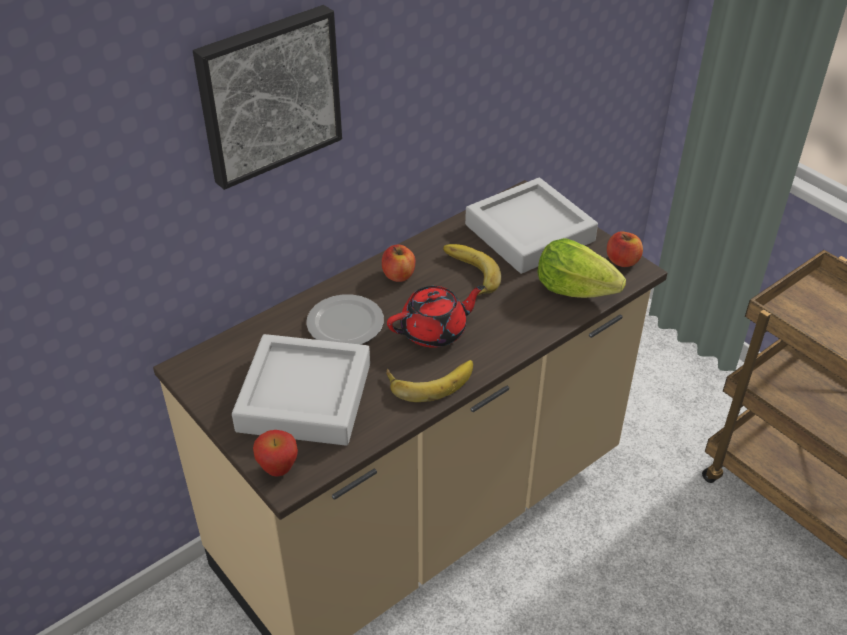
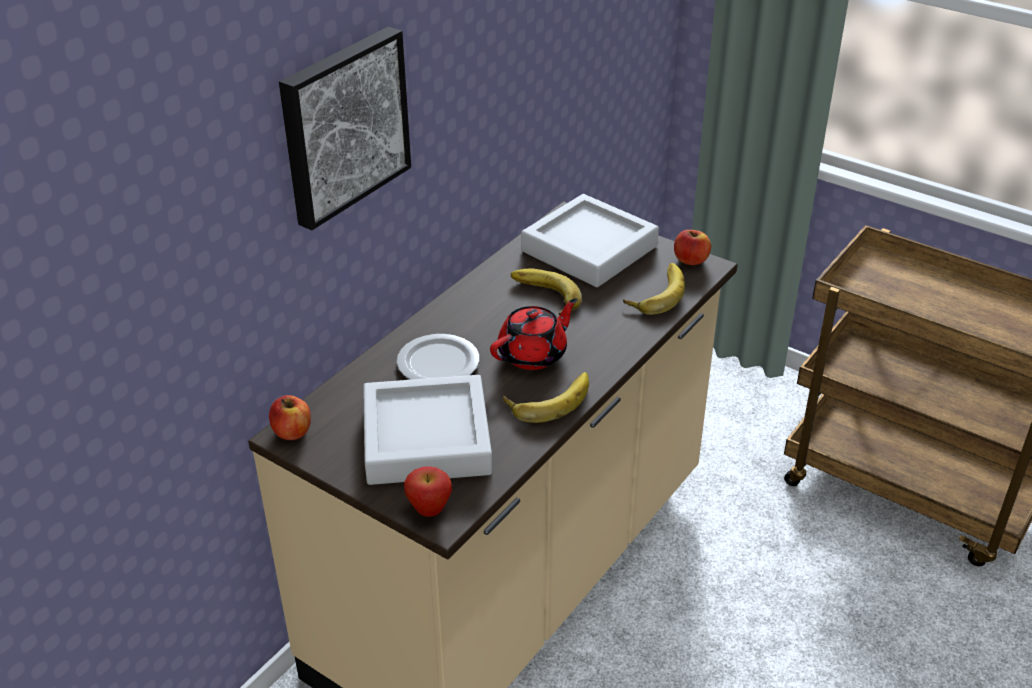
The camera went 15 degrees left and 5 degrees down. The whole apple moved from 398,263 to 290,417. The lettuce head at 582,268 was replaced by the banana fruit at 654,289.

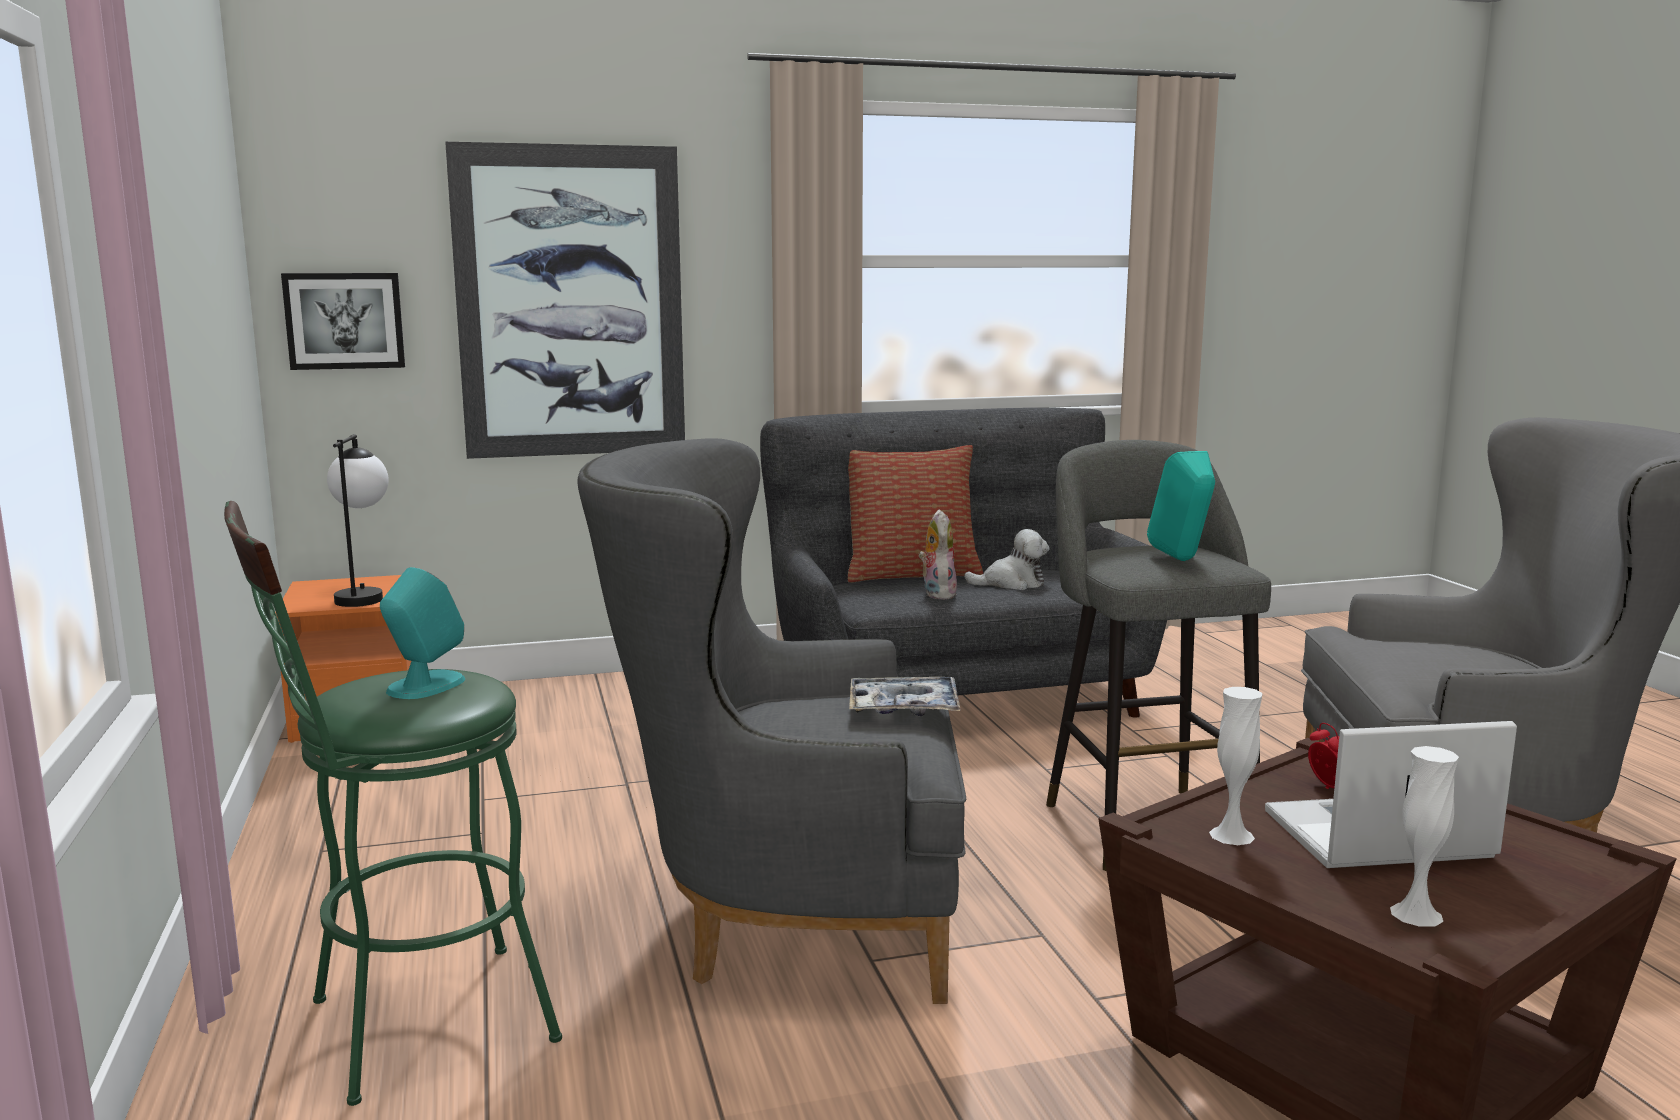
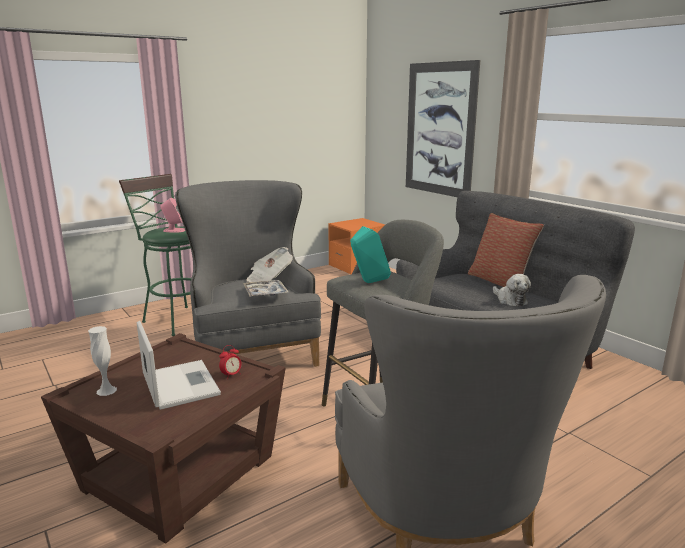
The camera went 70 degrees right and 5 degrees up. The wall picture at 343,321 disappeared. The lamp for a table at 358,520 disappeared. The cuddly toy at 938,554 disappeared. The whitish flower vase at 1236,766 disappeared. The newspaper at 270,264 appeared. The turquoise-coloured audio speaker at 422,633 became the pinkish audio speaker at 172,215.

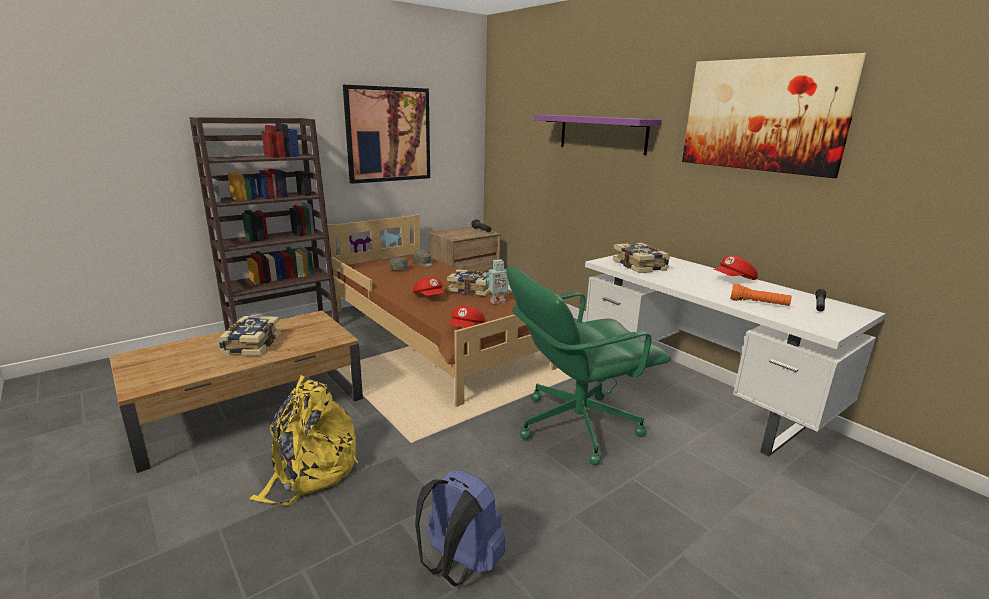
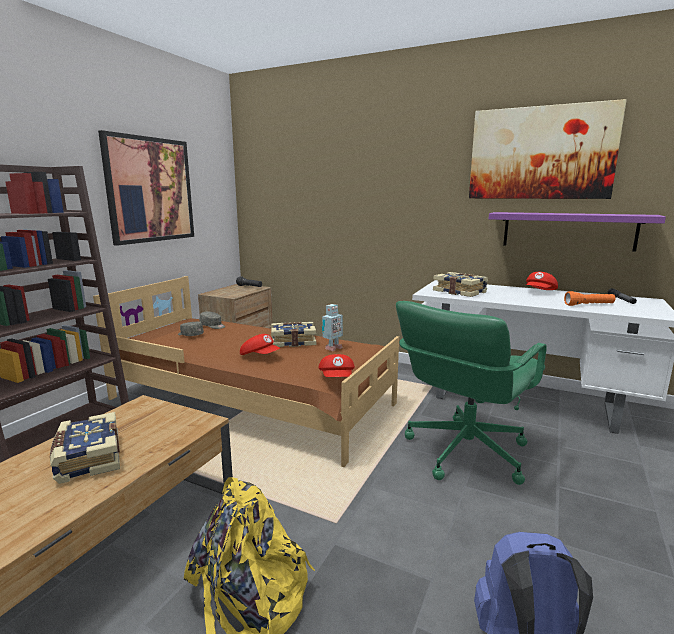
The camera went 25 degrees left and 5 degrees down. The purple-coloured shelf moved from 598,135 to 577,232.

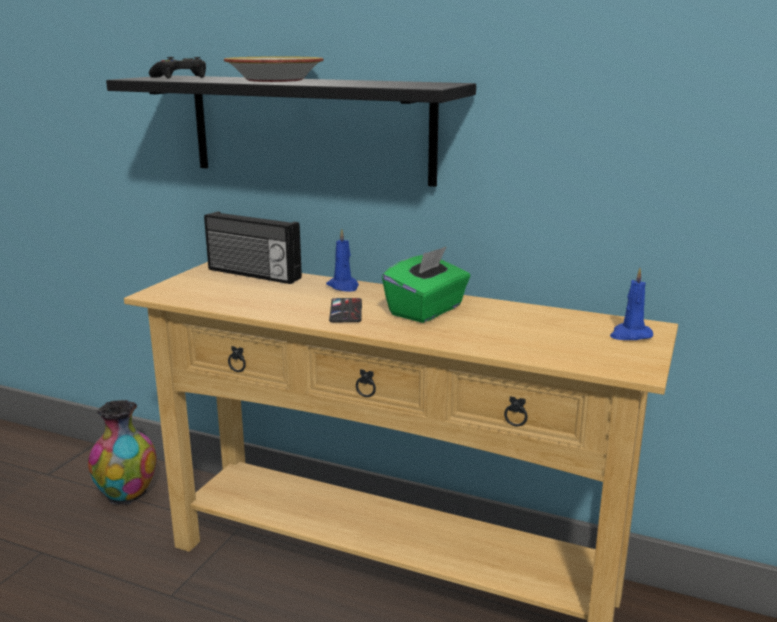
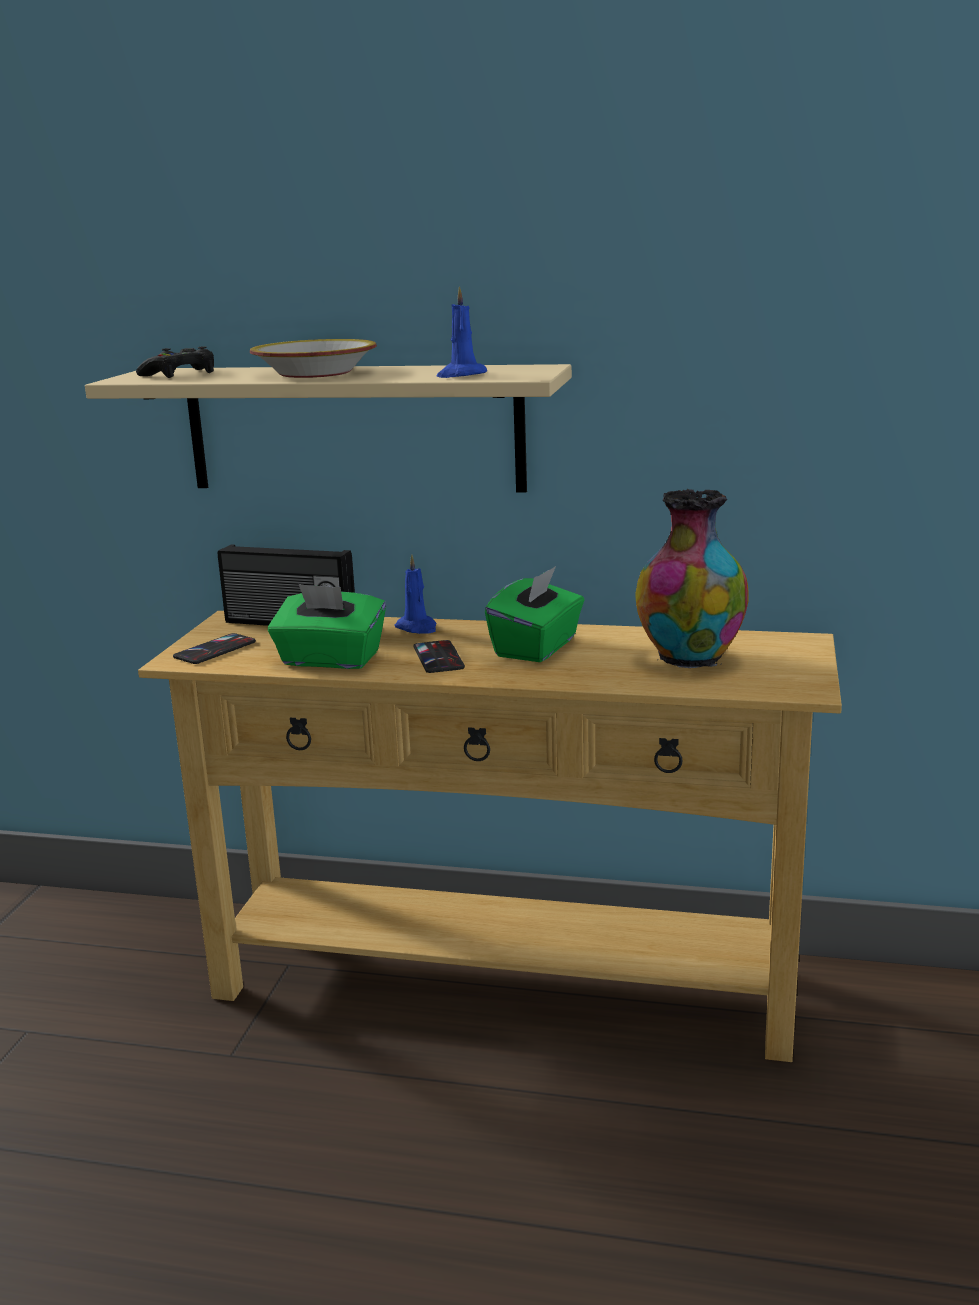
The camera went 10 degrees left and 0 degrees up. The phone at 214,648 appeared. The green tissue holder at 327,626 appeared. The flower vase moved from 122,452 to 692,578. The blue-coloured wax light moved from 631,304 to 462,332. The blackish shelf at 291,131 became the sand-coloured shelf at 328,428.

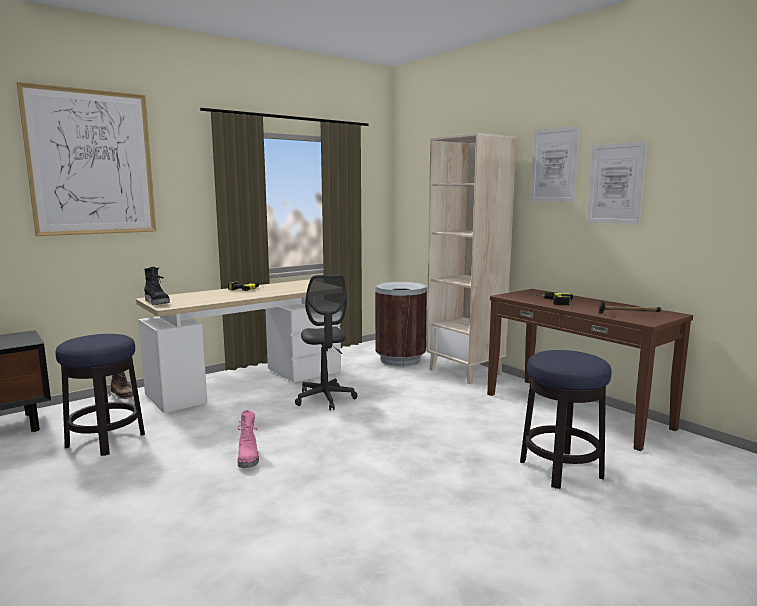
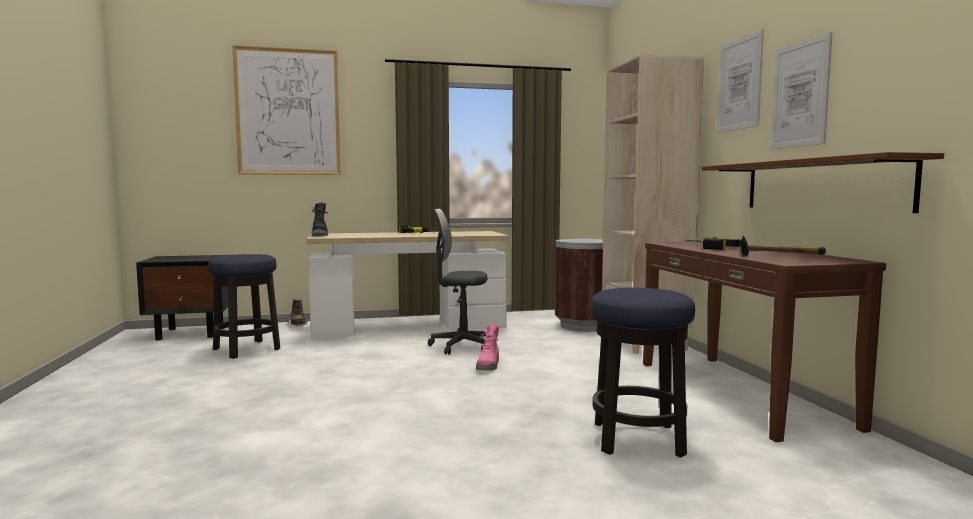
The camera went 25 degrees right and 5 degrees down. The brownish shelf at 823,182 appeared. The pinkish tall boot moved from 248,439 to 487,347. The greyish computer chair at 326,342 turned 90 degrees clockwise.

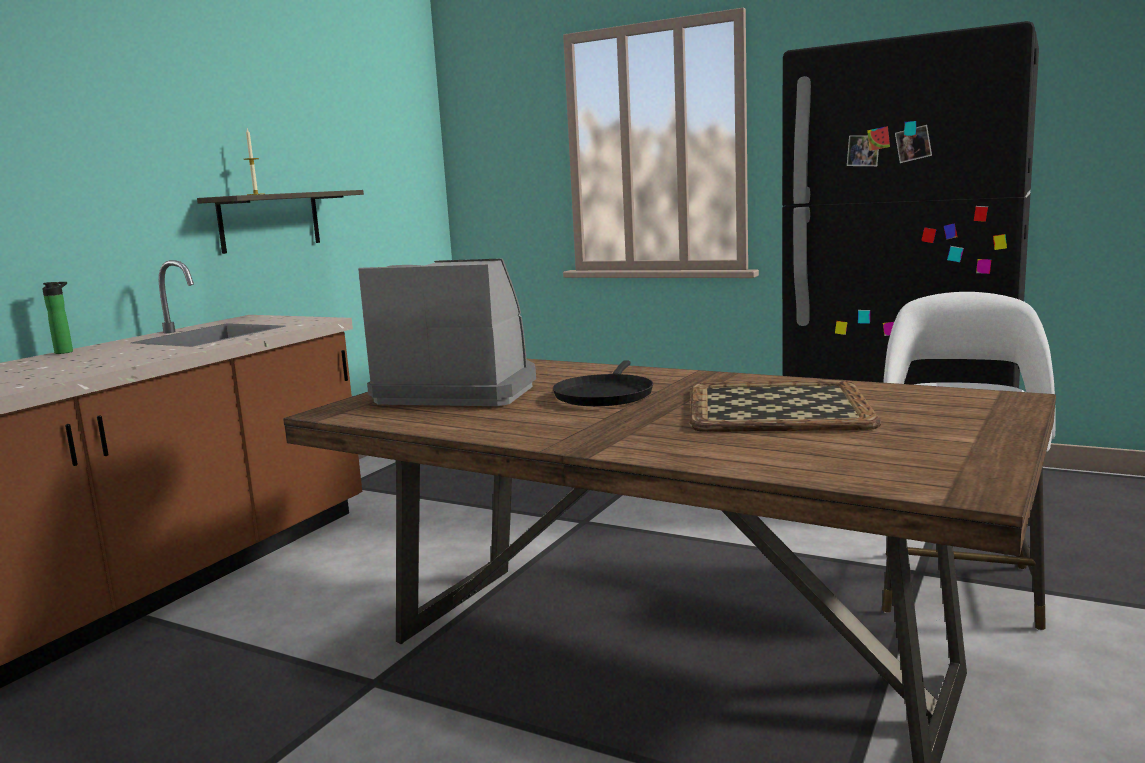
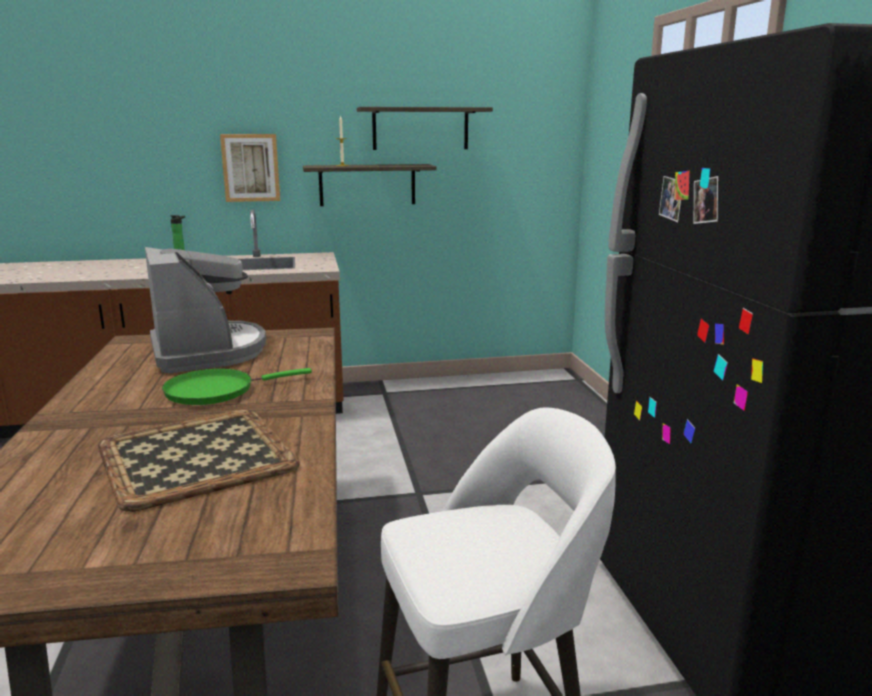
The camera went 50 degrees right and 5 degrees up. The wall picture at 250,168 appeared. The shelf at 425,128 appeared. The blackish pan at 603,383 became the green pan at 237,386.

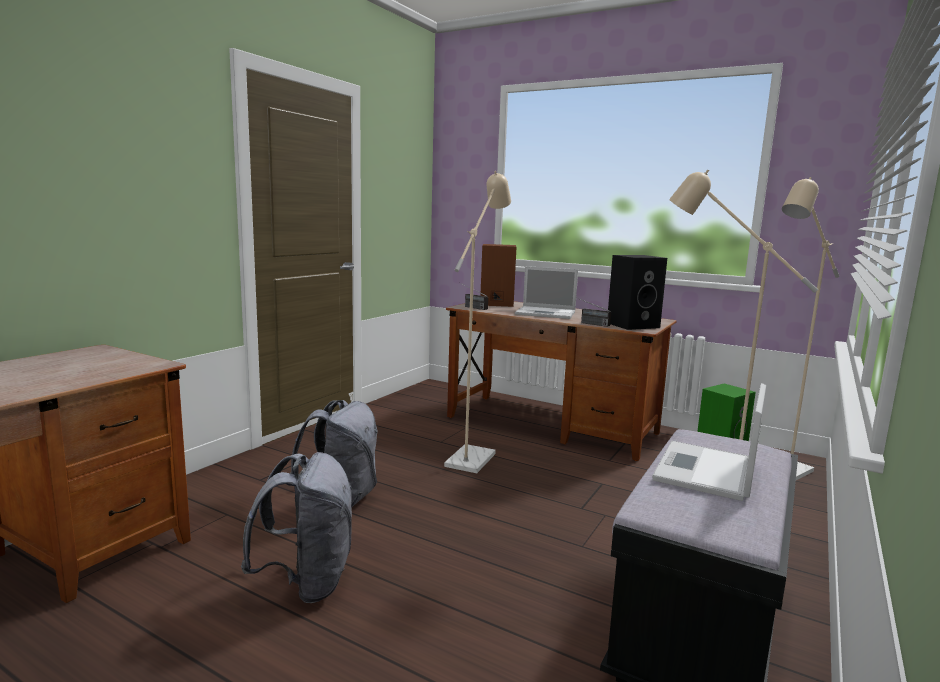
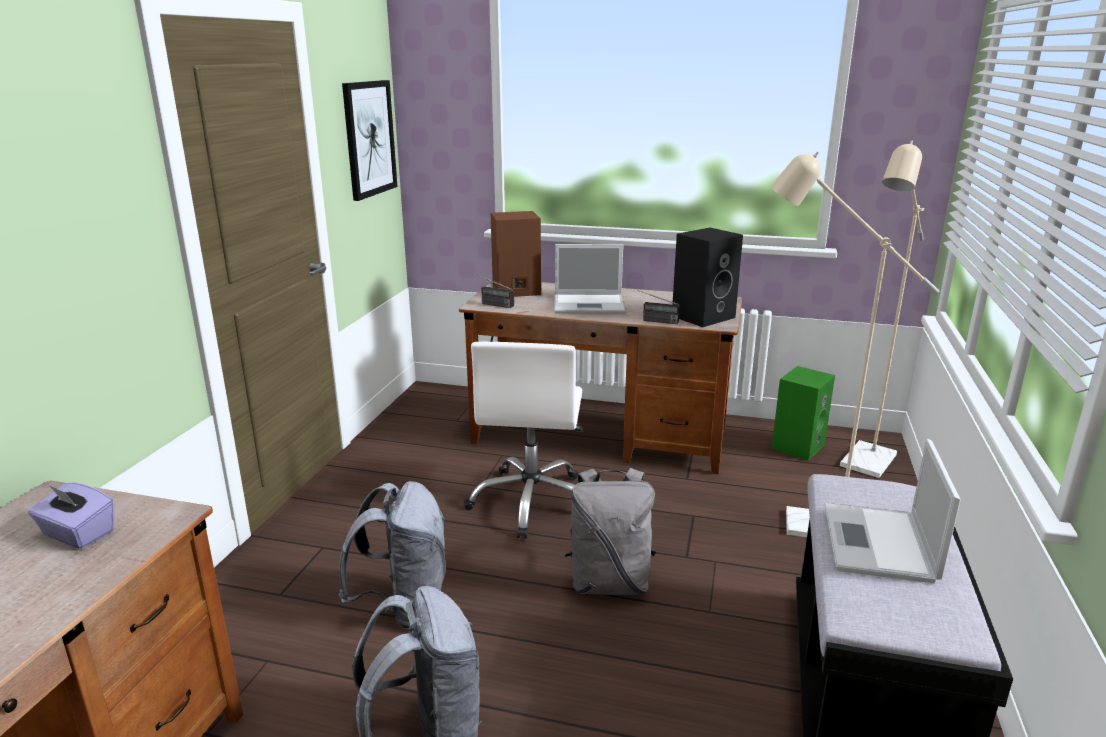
The camera went 15 degrees left and 10 degrees up. The purple-coloured tissue holder at 71,515 appeared. The wall picture at 370,140 appeared. The greyish rucksack at 610,531 appeared. The sand-coloured floor lamp at 477,322 was replaced by the whitish computer chair at 523,440.

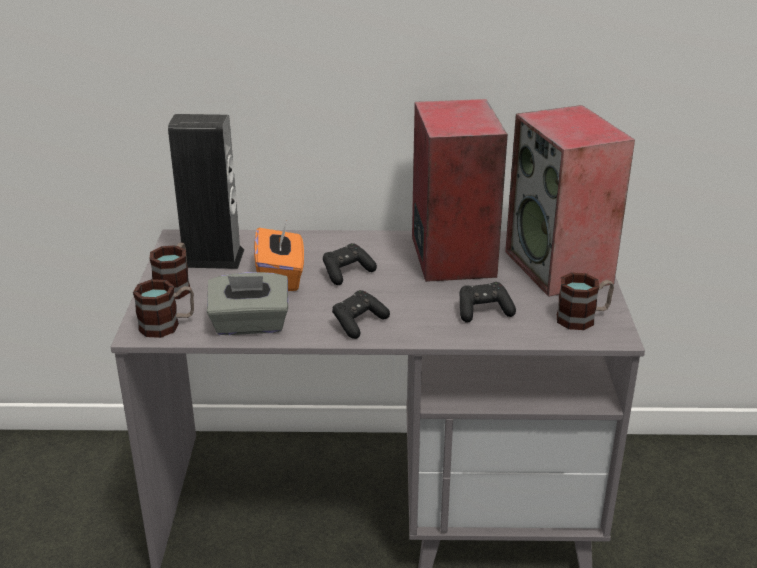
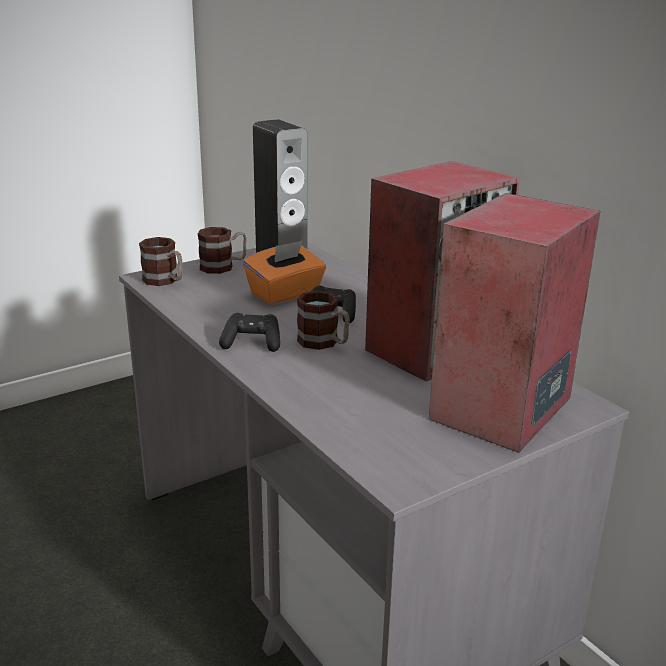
The camera went 55 degrees right and 5 degrees down. The greyish tissue holder at 247,303 disappeared. The blackish joypad at 488,302 disappeared. The tea mug moved from 585,301 to 323,320.

